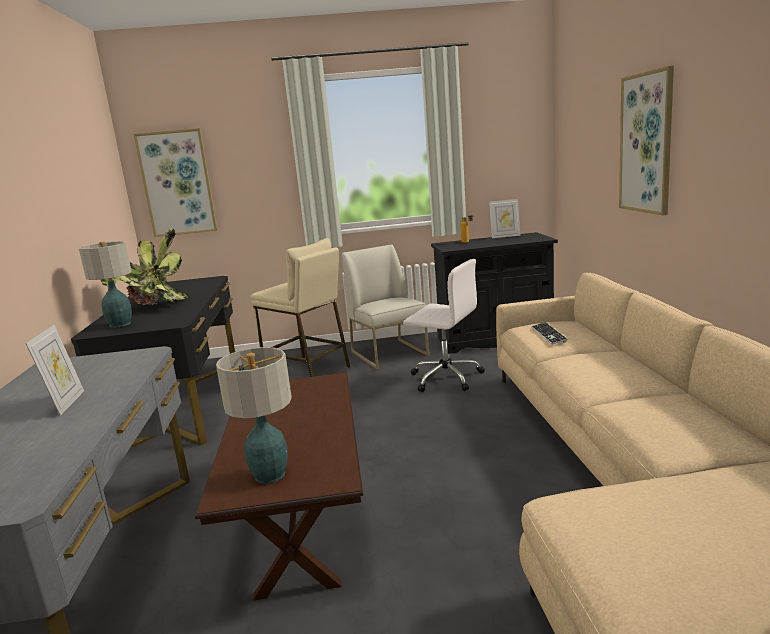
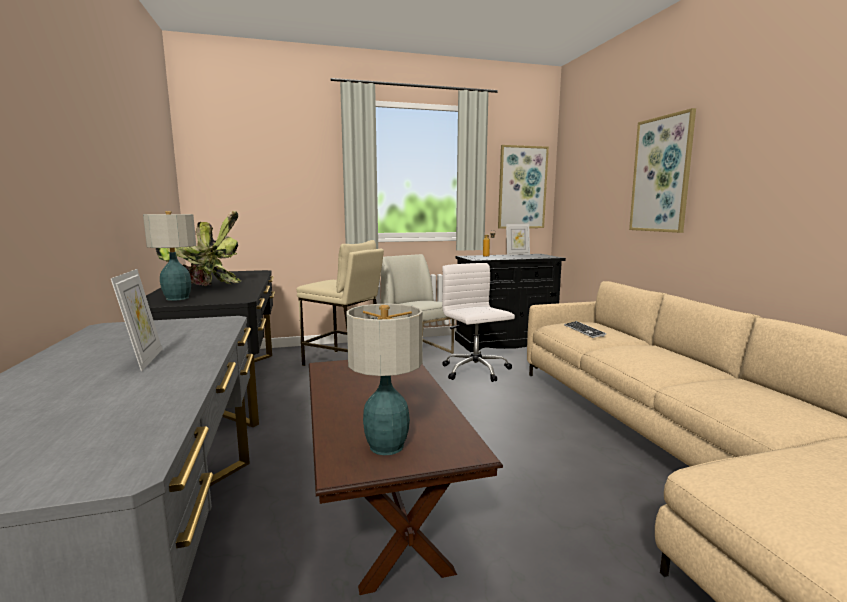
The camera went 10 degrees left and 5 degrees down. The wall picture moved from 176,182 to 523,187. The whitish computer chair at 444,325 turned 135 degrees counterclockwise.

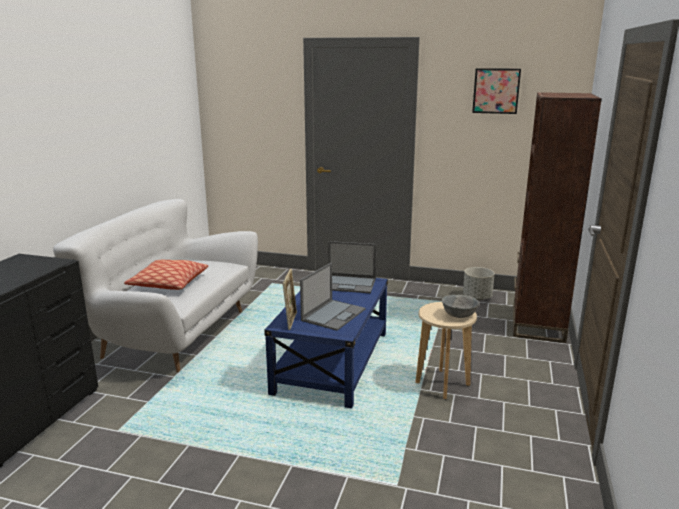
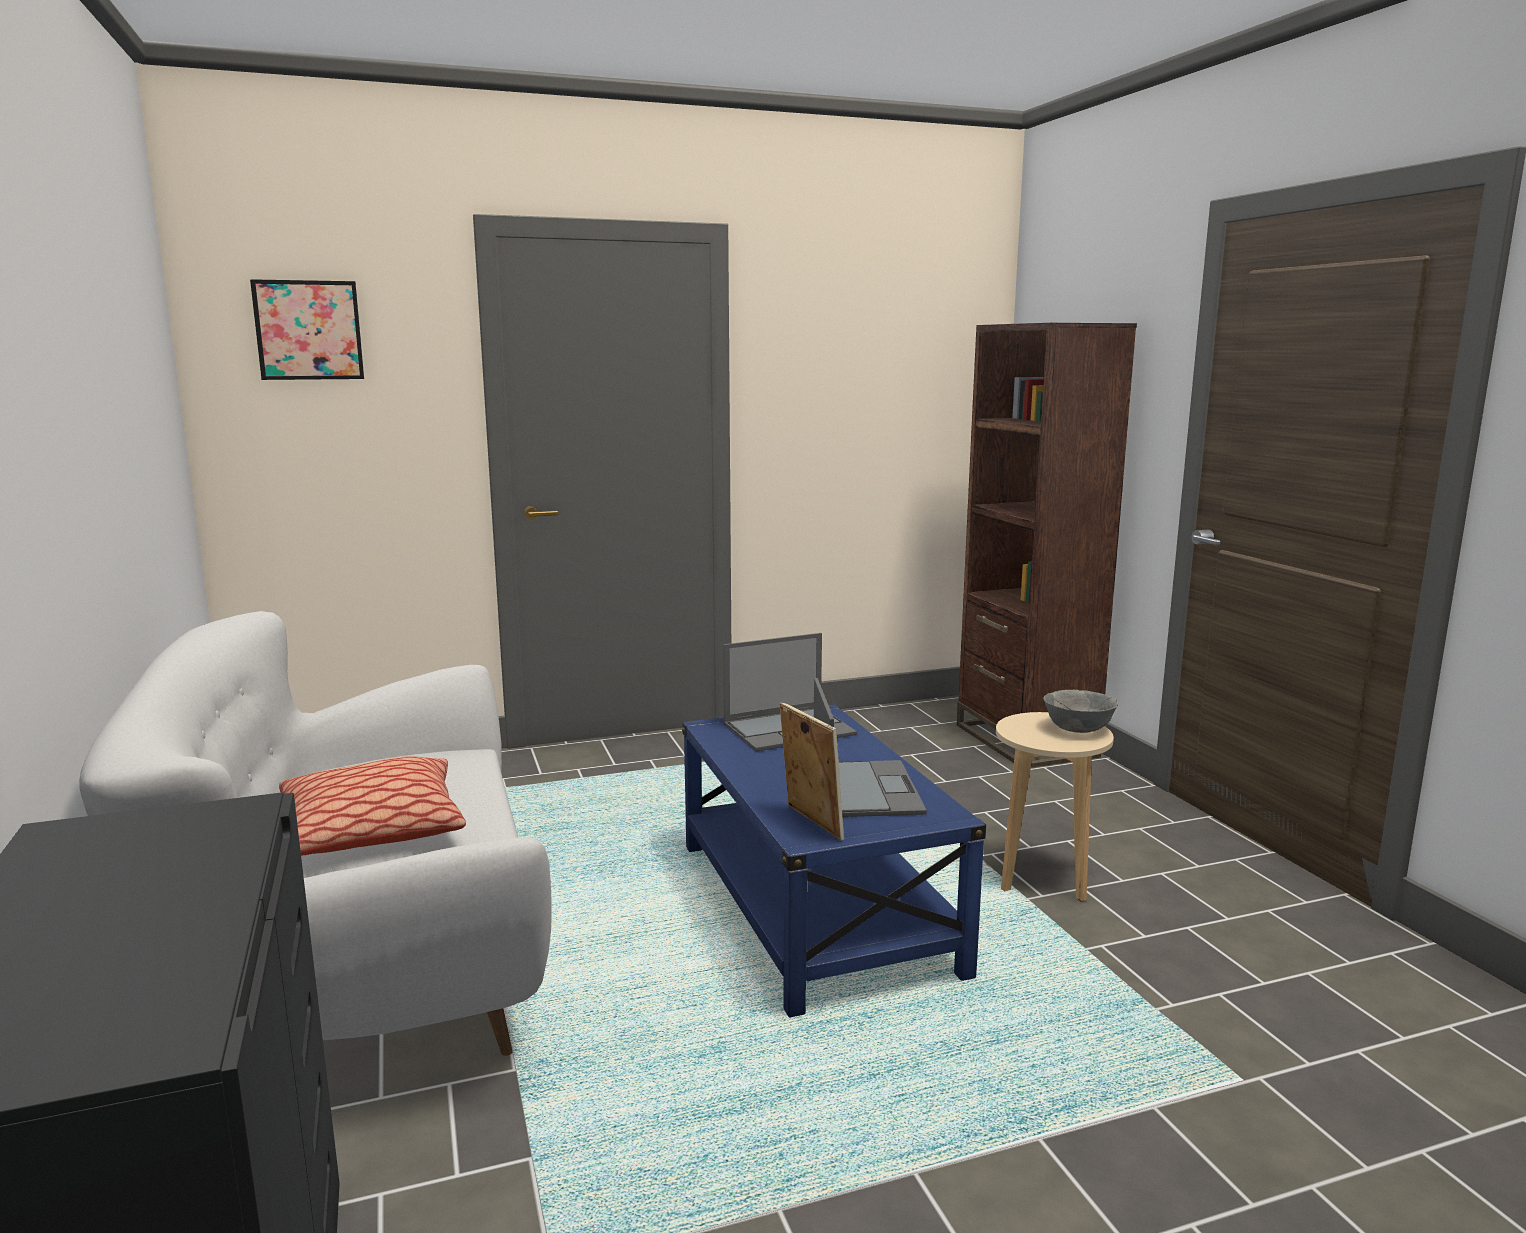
The camera went 35 degrees left and 5 degrees down. The greyish plant pot at 479,283 disappeared. The wall picture moved from 496,91 to 307,329.

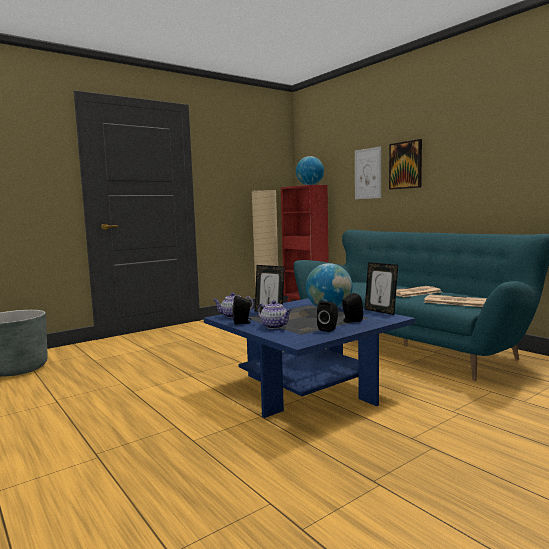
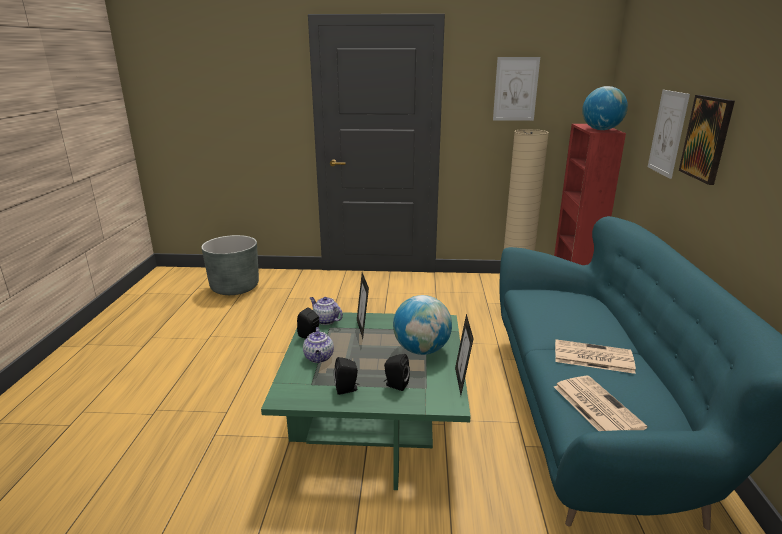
The camera went 40 degrees right and 15 degrees up. The wall picture at 516,89 appeared. The blue-coloured lounge table at 310,358 became the green lounge table at 366,401.

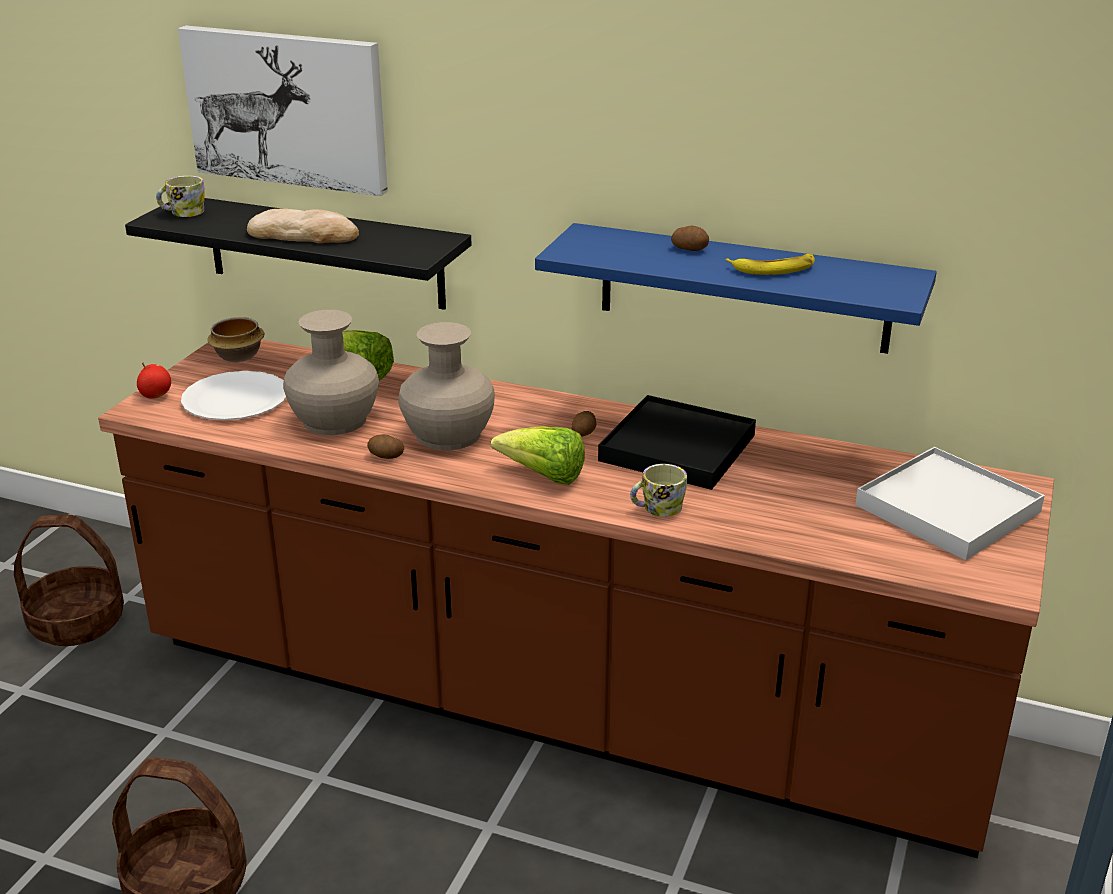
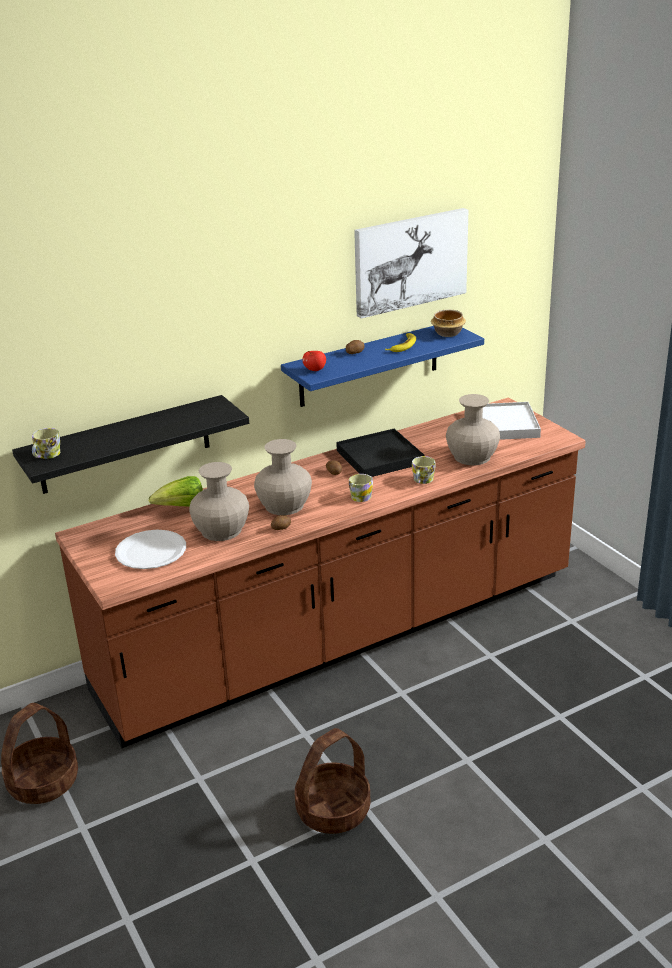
The camera went 50 degrees left and 0 degrees up. The bread at 303,226 disappeared. The sand-coloured flower vase at 473,429 appeared. The whole apple moved from 154,380 to 314,361. The wall picture moved from 283,111 to 411,263. The deep dish moved from 235,339 to 448,323. The lettuce head at 538,455 was replaced by the tea mug at 361,488.

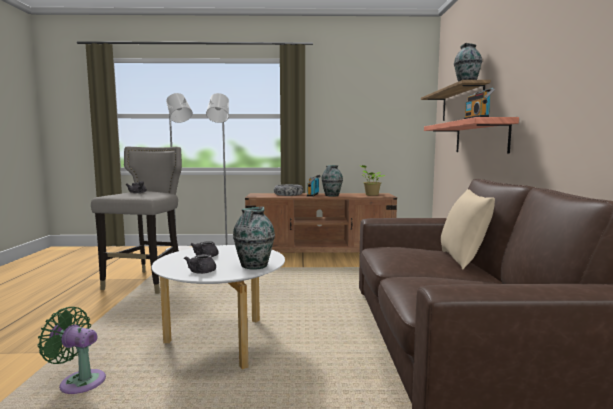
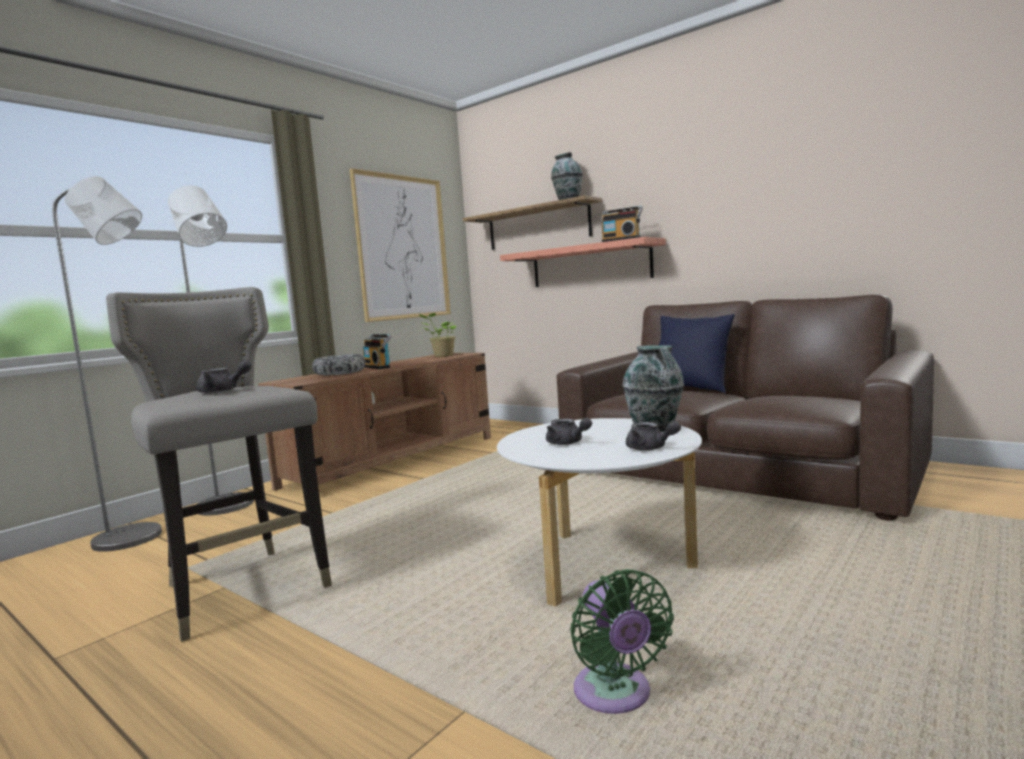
The camera went 50 degrees left and 0 degrees up. The flower vase at 332,181 disappeared. The wall picture at 400,245 appeared. The sand-coloured pillow at 468,229 became the blue-coloured pillow at 697,353. The green fan at 72,350 turned 75 degrees counterclockwise.

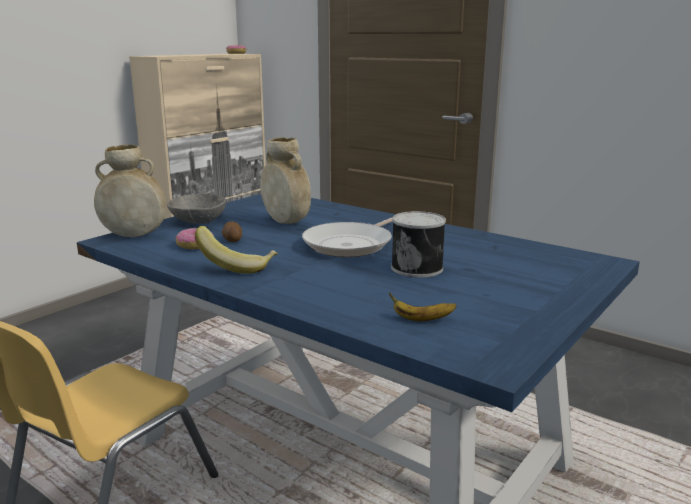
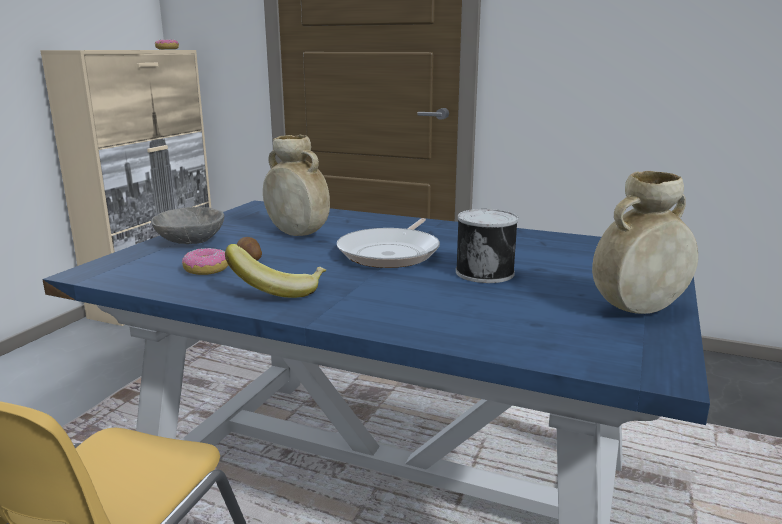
The camera went 15 degrees left and 0 degrees up. The banana fruit at 423,306 disappeared. The sand-coloured flower vase moved from 130,190 to 645,242.

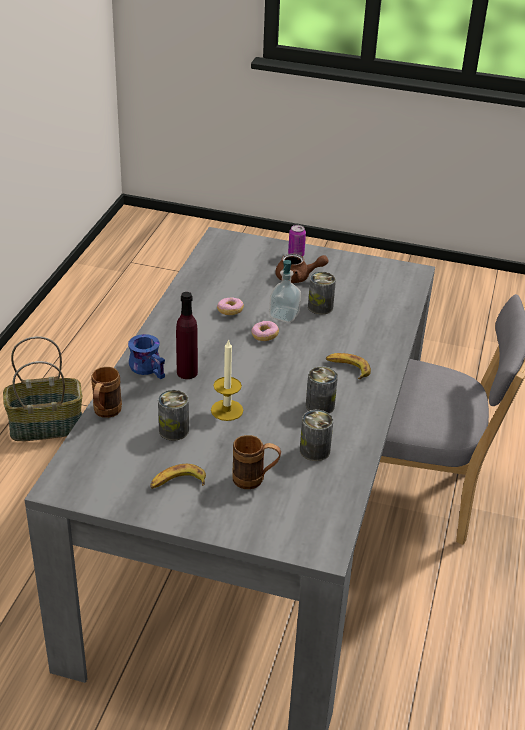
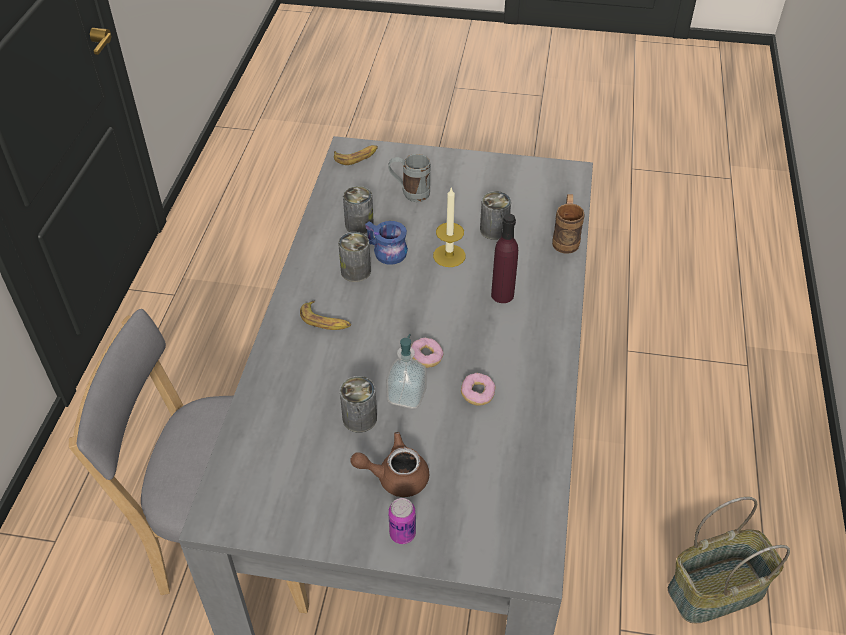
The camera went 175 degrees right and 10 degrees up. The blue-coloured tea mug moved from 146,356 to 386,243. The banana fruit moved from 178,476 to 356,155. The brownish tea mug at 256,462 became the greyish tea mug at 409,178.

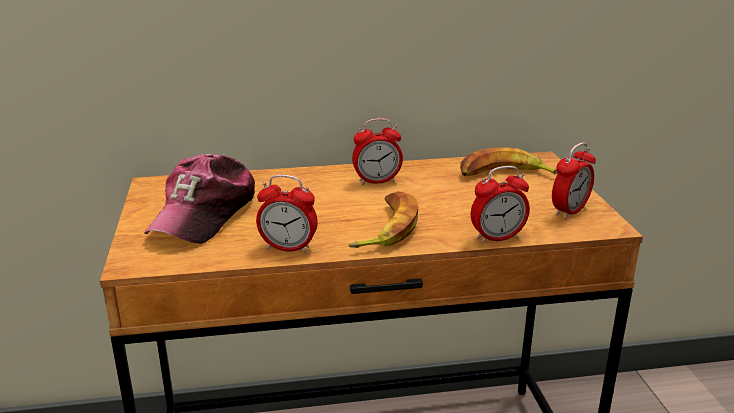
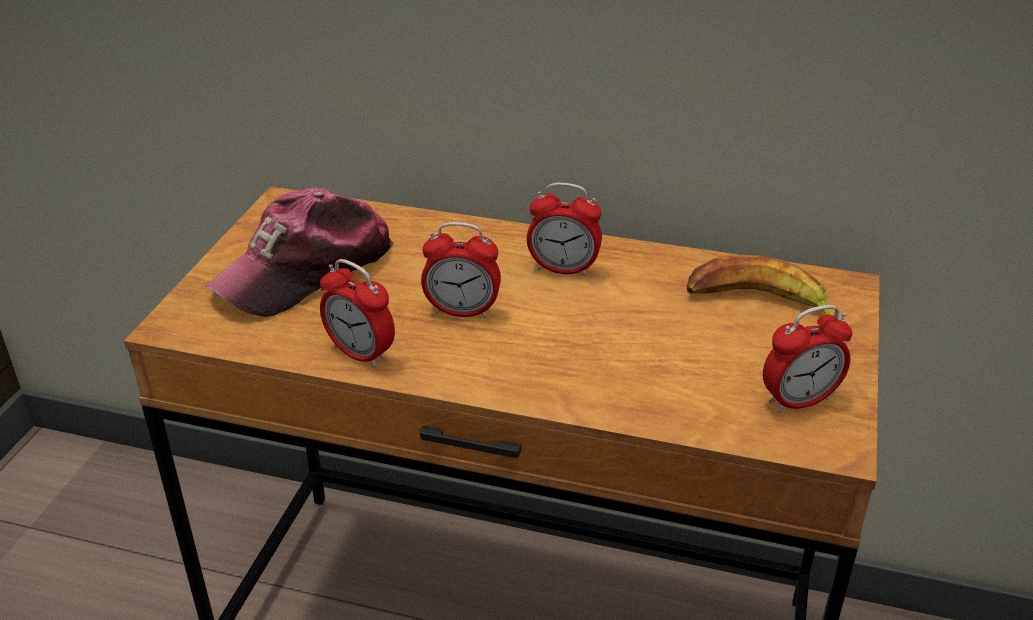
The camera went 25 degrees right and 10 degrees up. The banana fruit at 383,219 disappeared. The alarm clock moved from 500,205 to 461,270.

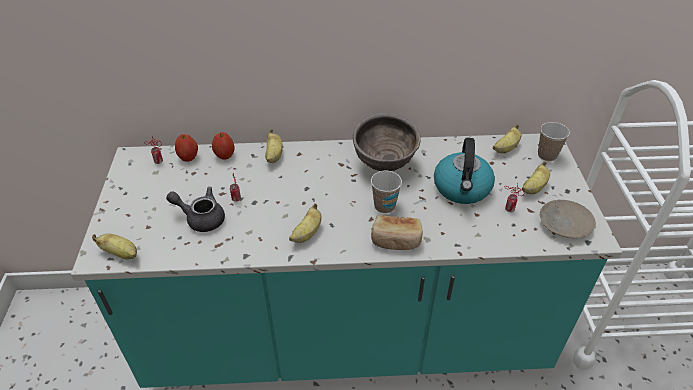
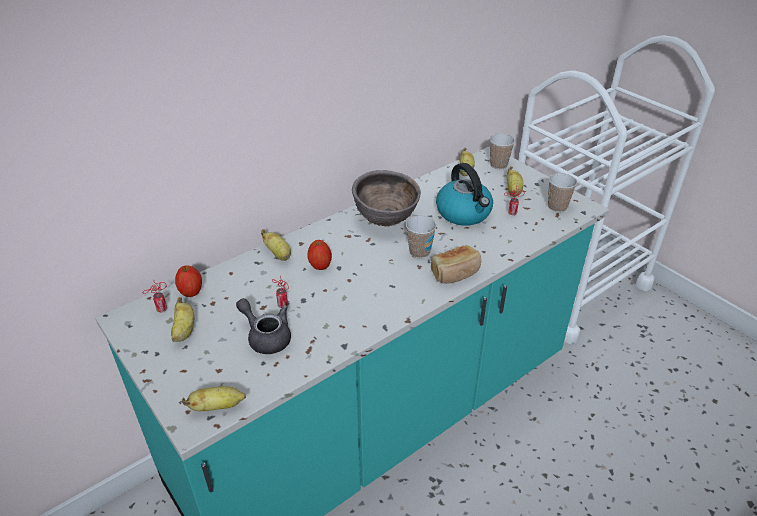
The camera went 35 degrees left and 5 degrees down. The whole apple moved from 223,145 to 320,255. The banana fruit moved from 305,223 to 182,319. The sand-coloured plate at 568,219 was replaced by the cup at 562,192. The greyish teapot at 195,209 turned 60 degrees clockwise.

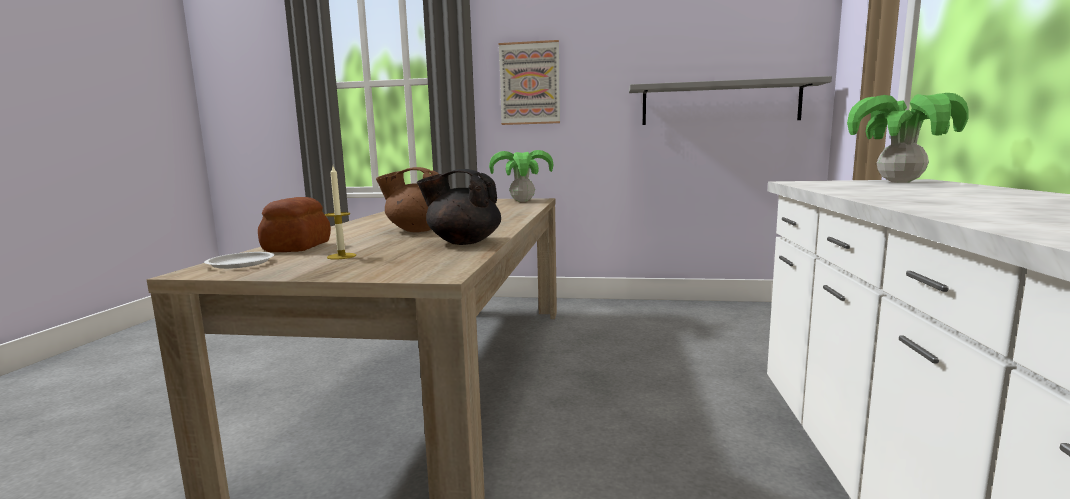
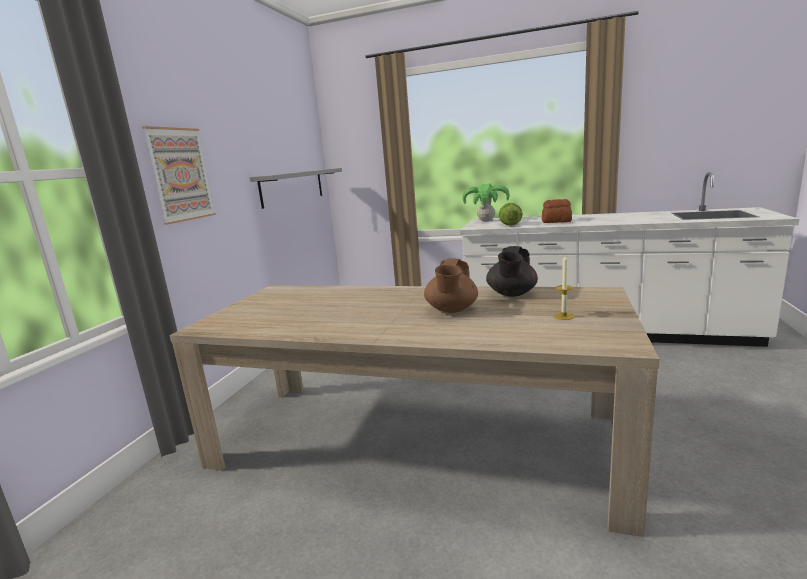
The camera went 80 degrees left and 5 degrees up. The whitish plate at 239,260 disappeared. The potted plant at 521,176 disappeared. The lettuce head at 511,214 appeared. The bread moved from 294,224 to 557,211.

